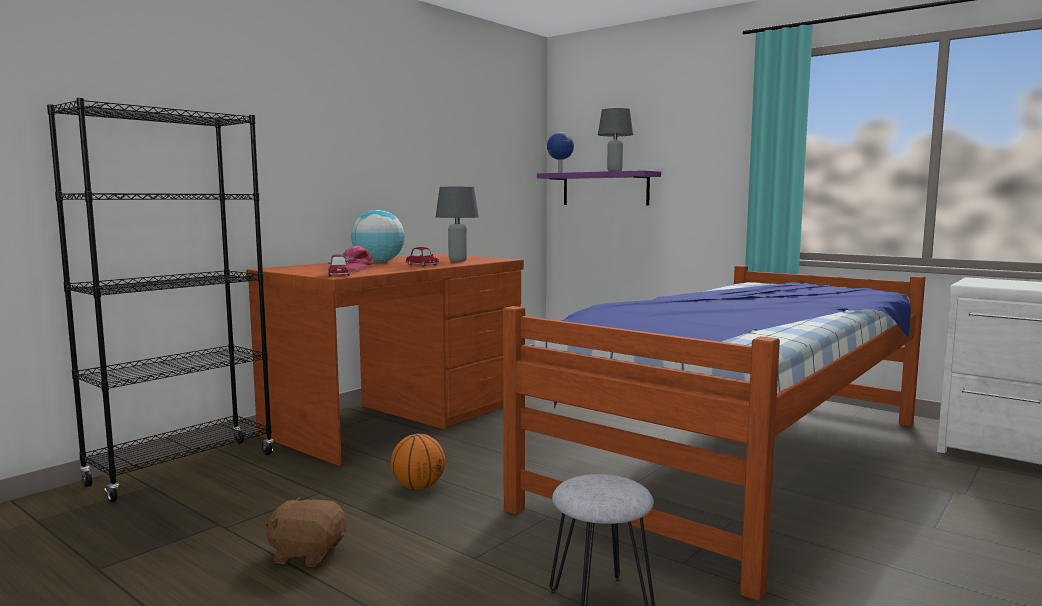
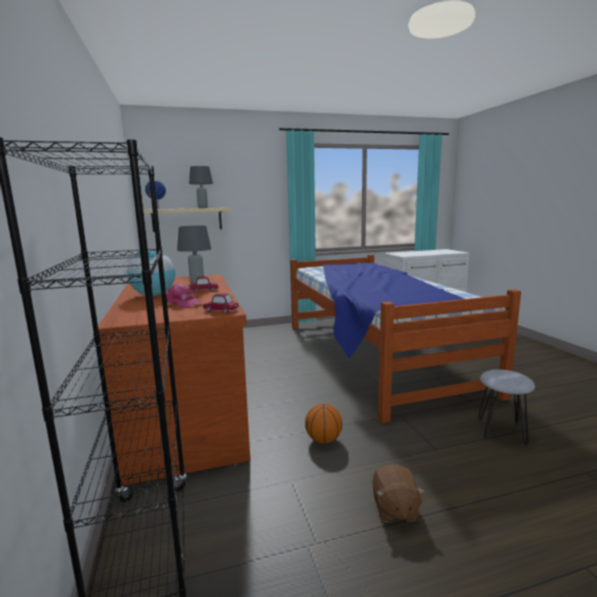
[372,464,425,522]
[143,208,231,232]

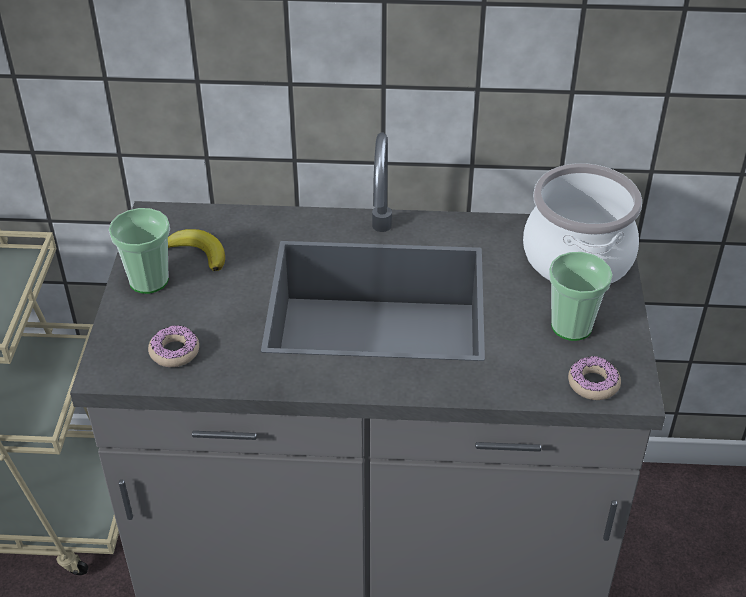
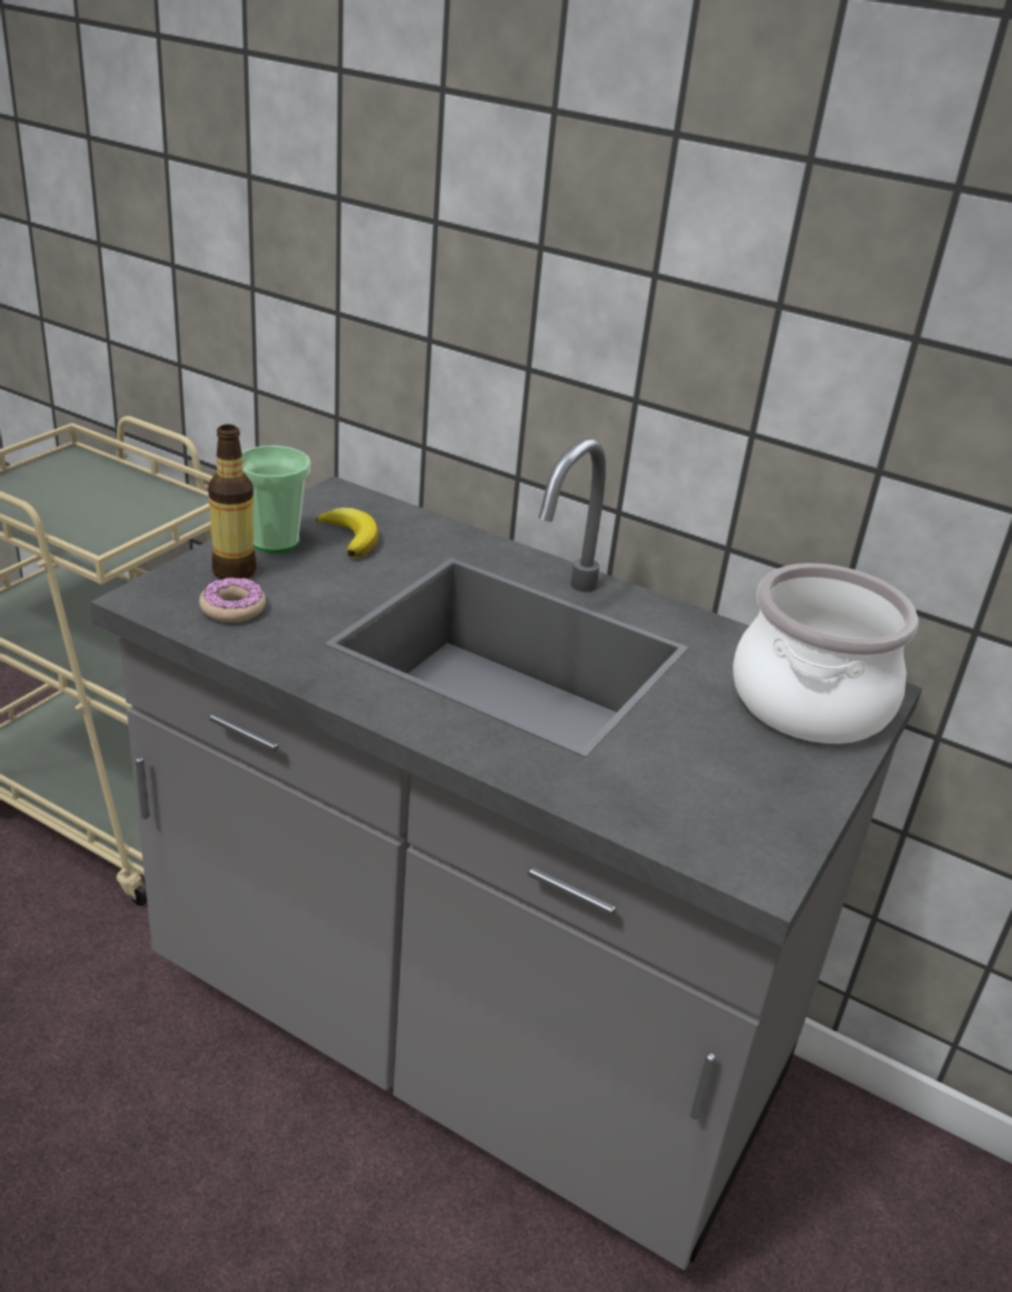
[549,252,613,341] (first image)
[568,356,621,400] (first image)
[208,424,256,580]

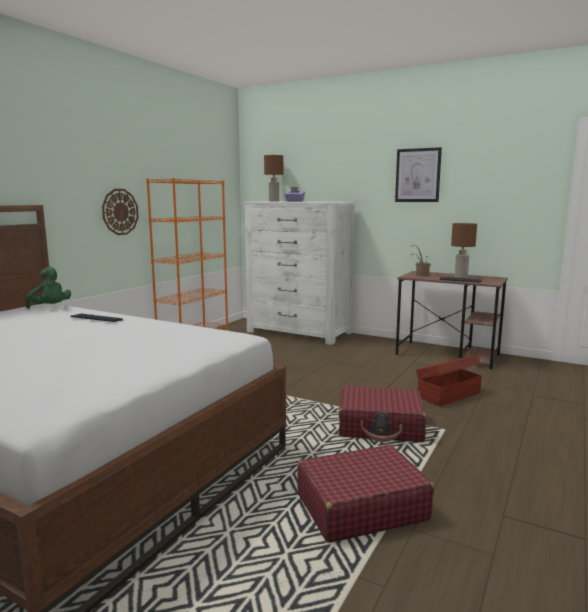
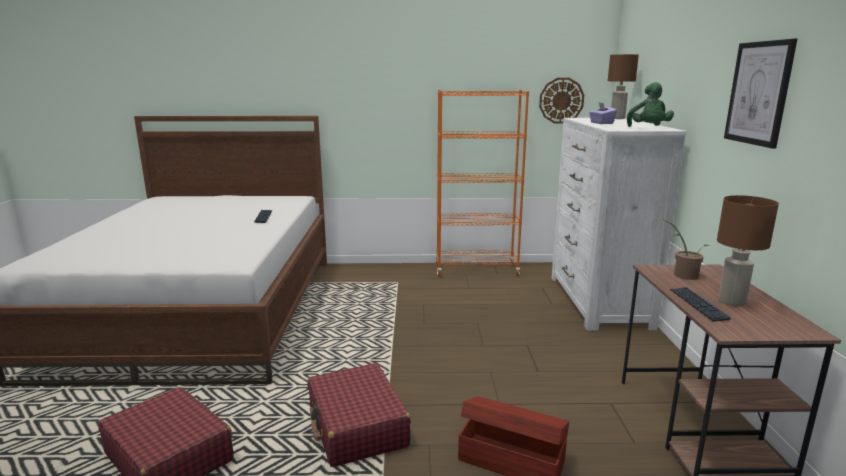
[627,82,674,127]
[539,78,584,124]

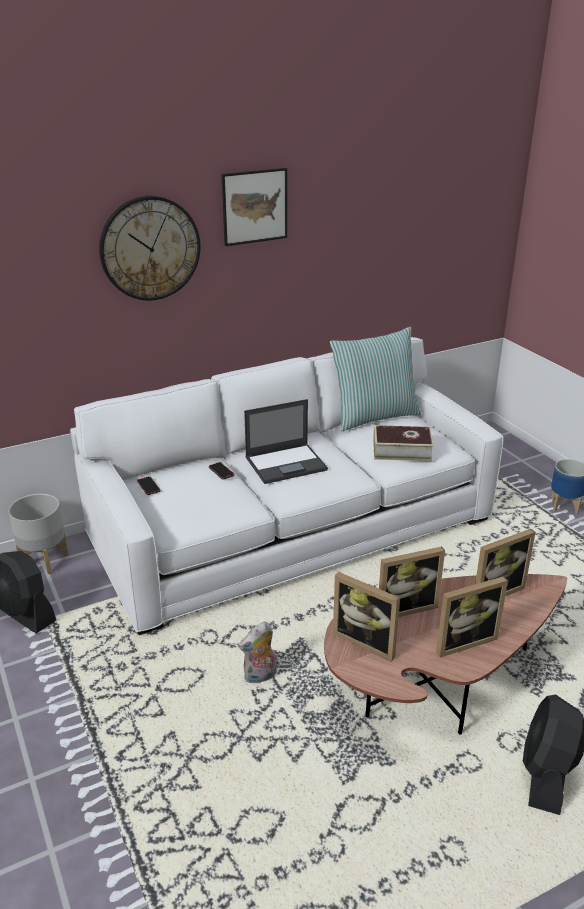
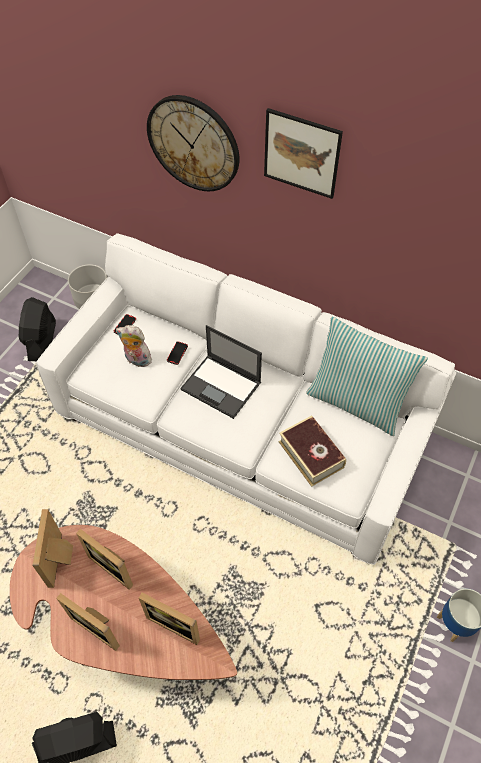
[116,325,152,369]

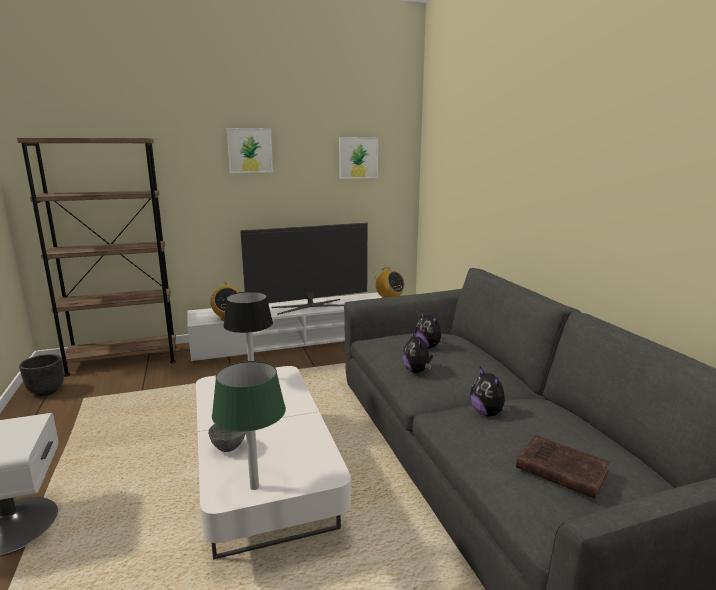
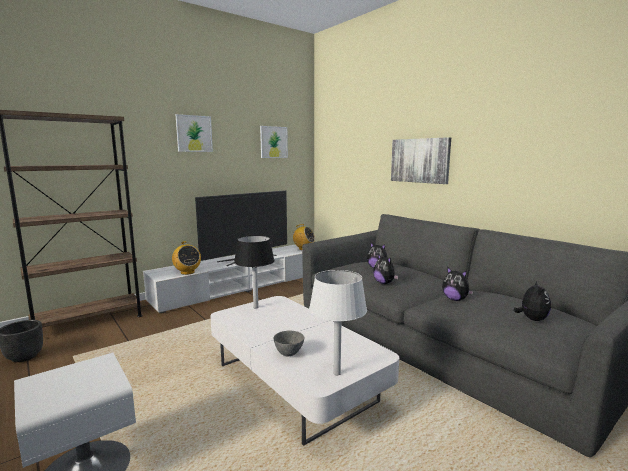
[309,270,367,376]
[514,281,551,321]
[391,137,451,184]

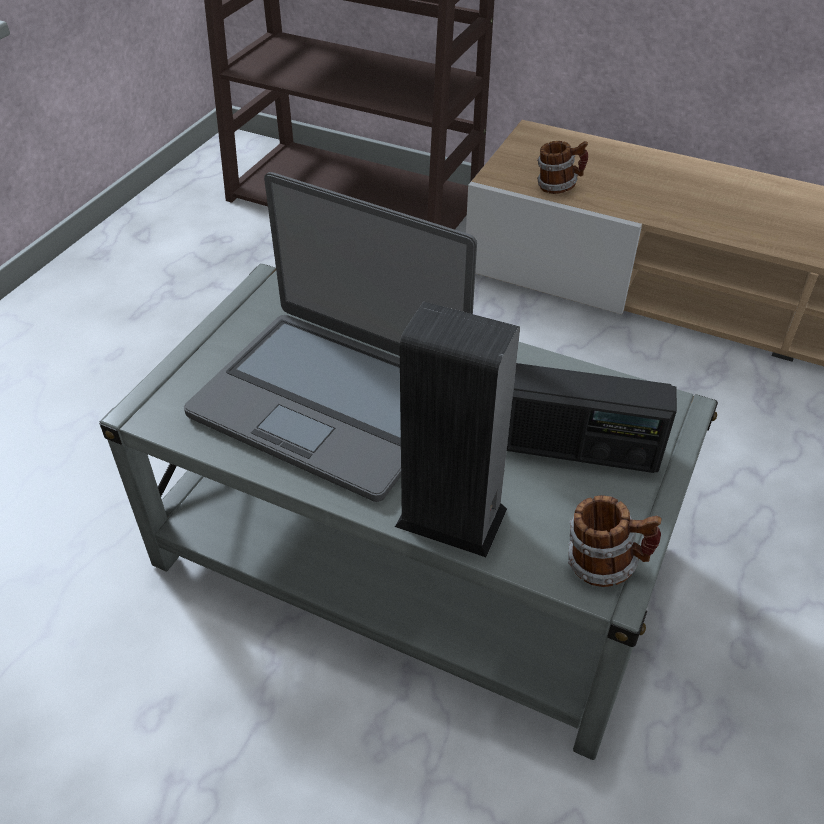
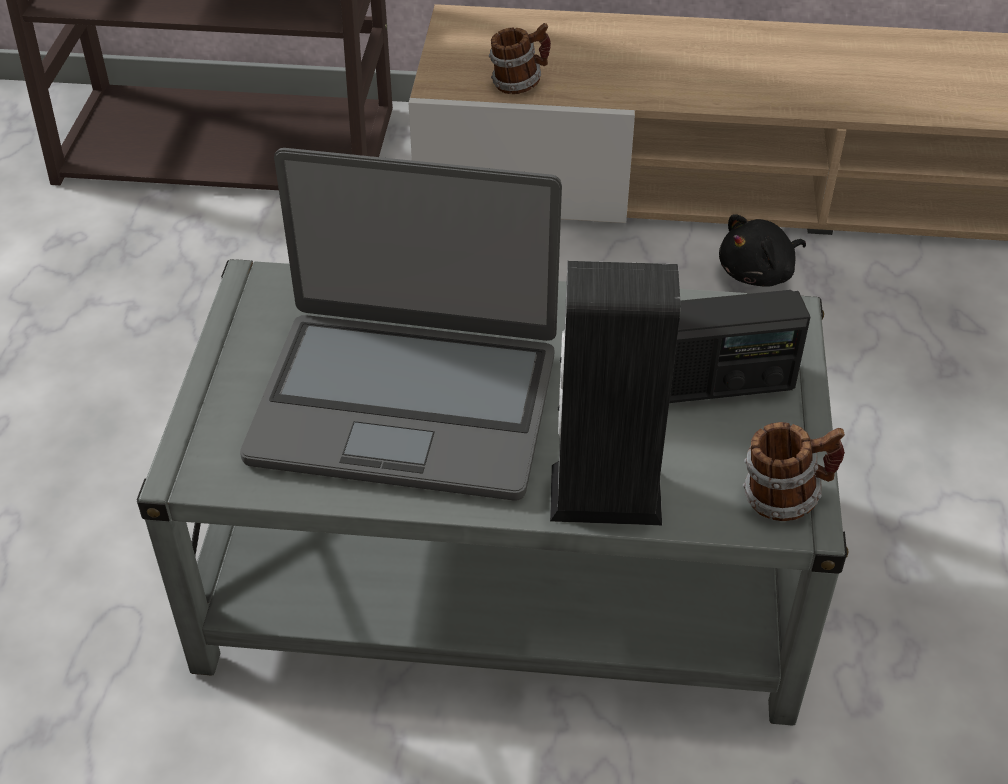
[719,214,806,287]

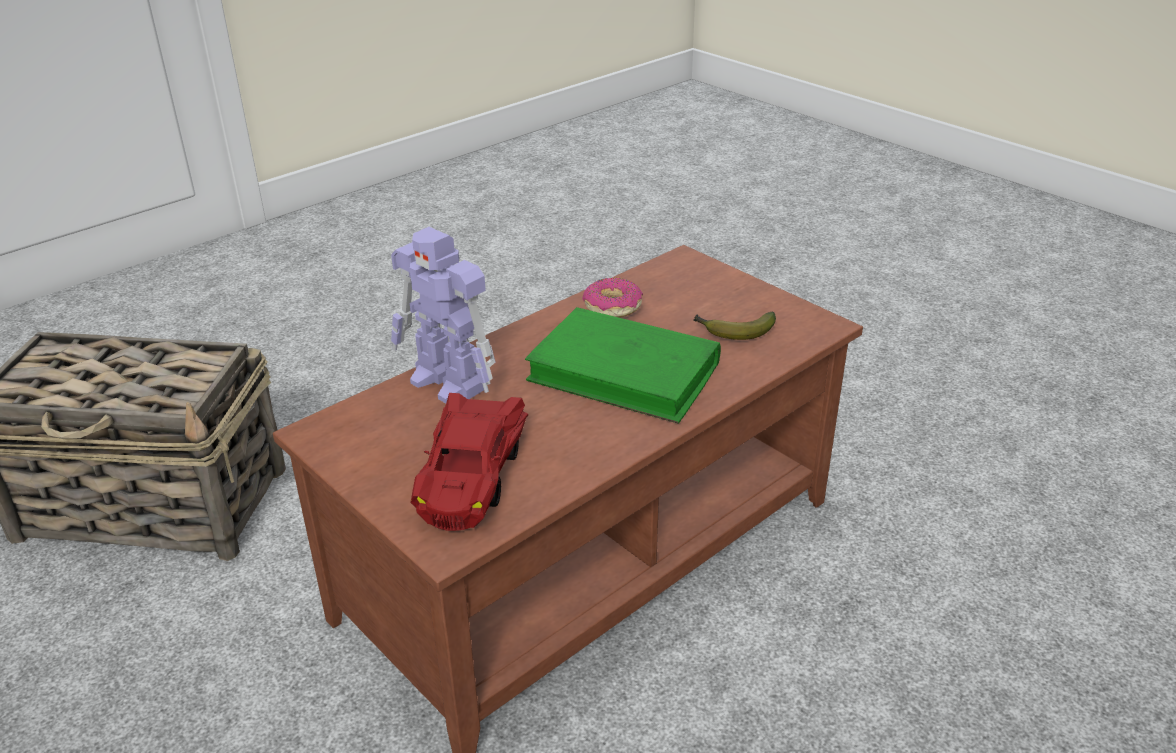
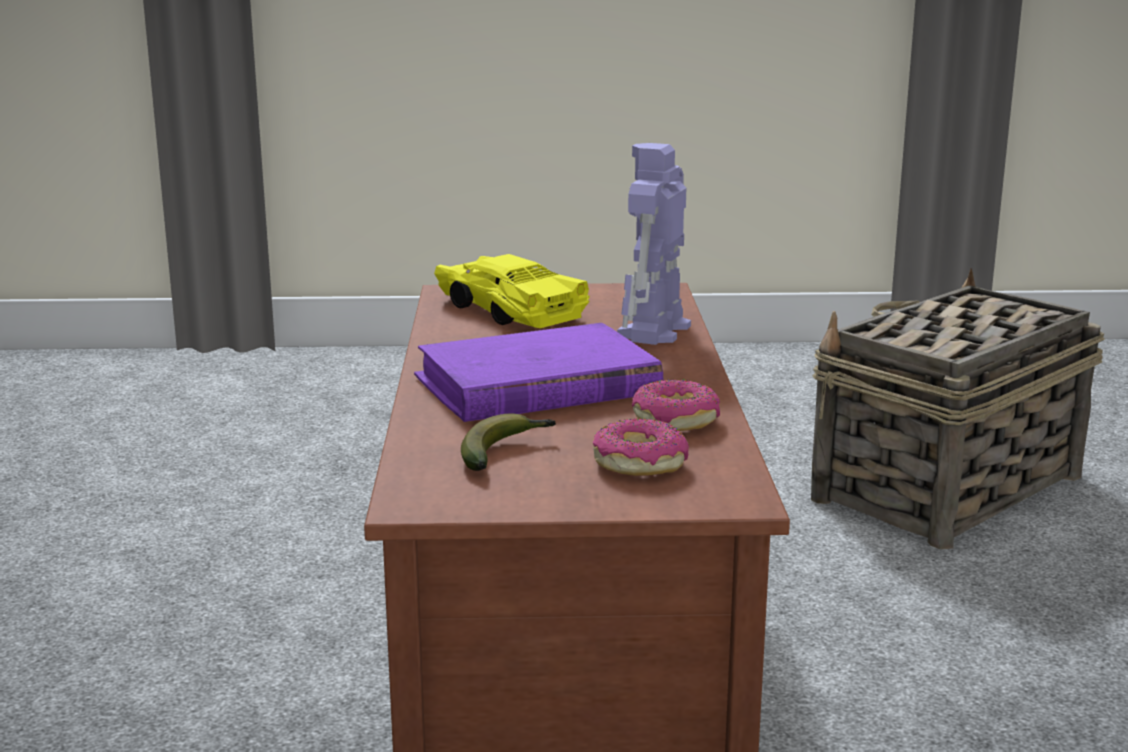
[617,143,691,345]
[434,254,589,328]
[414,323,663,422]
[593,419,689,476]

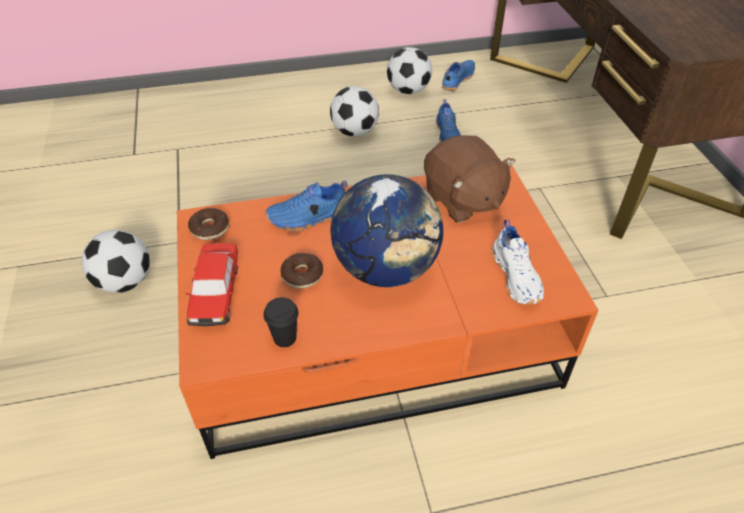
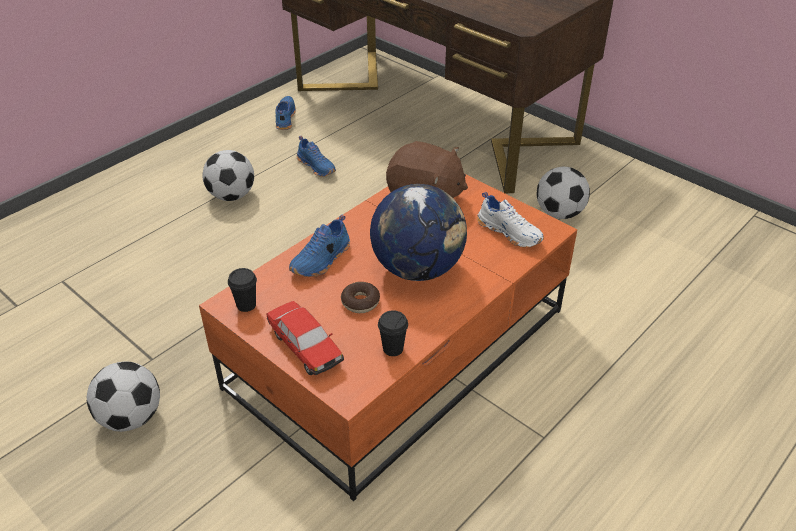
[228,268,257,312]
[537,167,590,219]

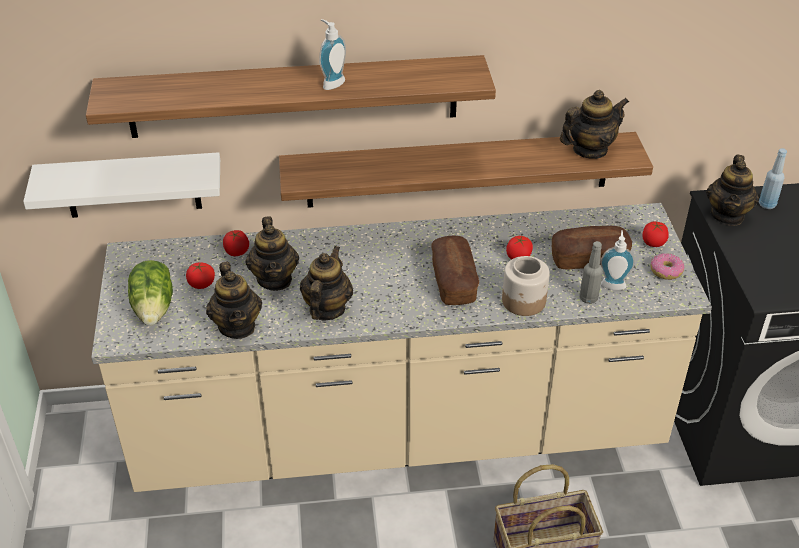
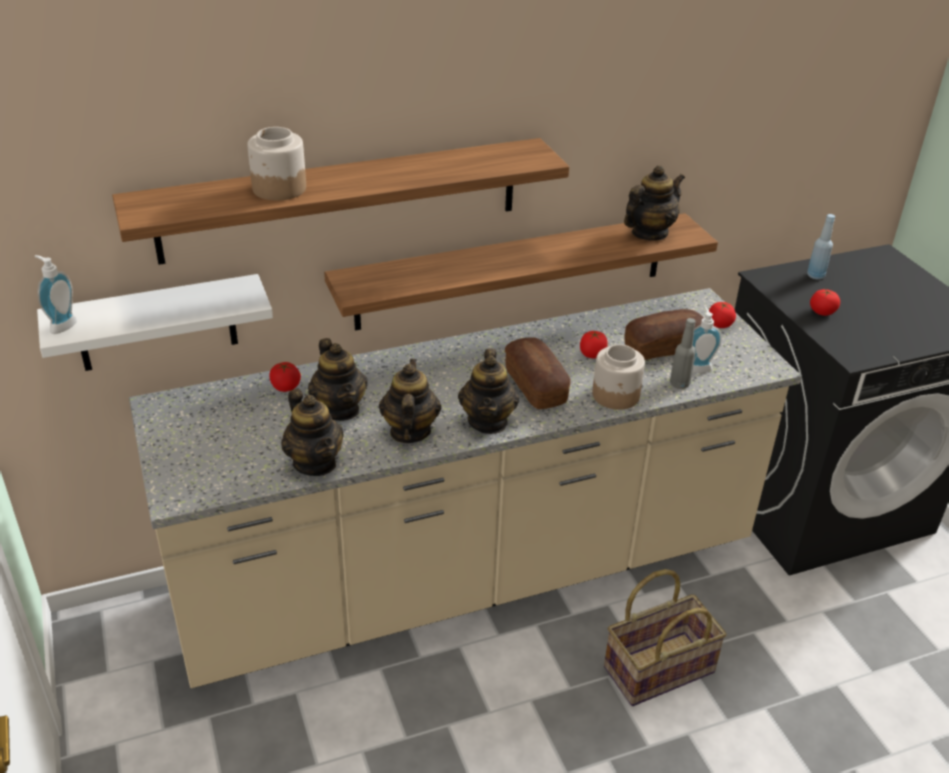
[128,260,173,325] (first image)
[810,289,840,316]
[35,255,77,334]
[650,253,684,280] (first image)
[458,349,519,434]
[247,127,306,201]

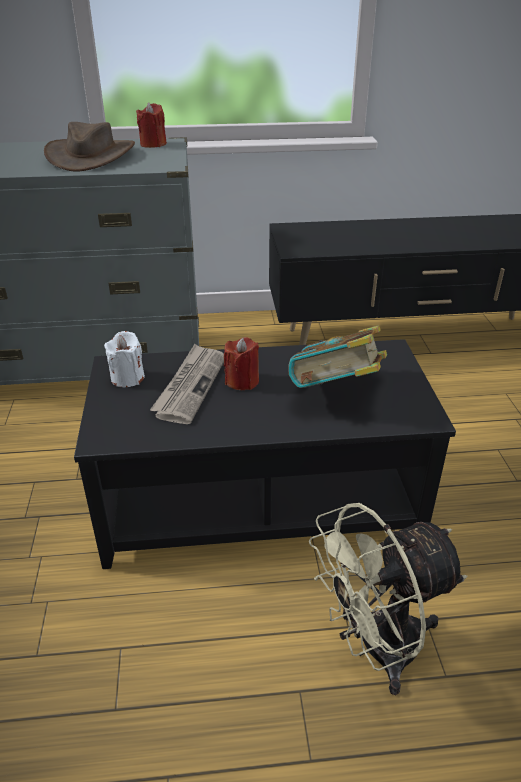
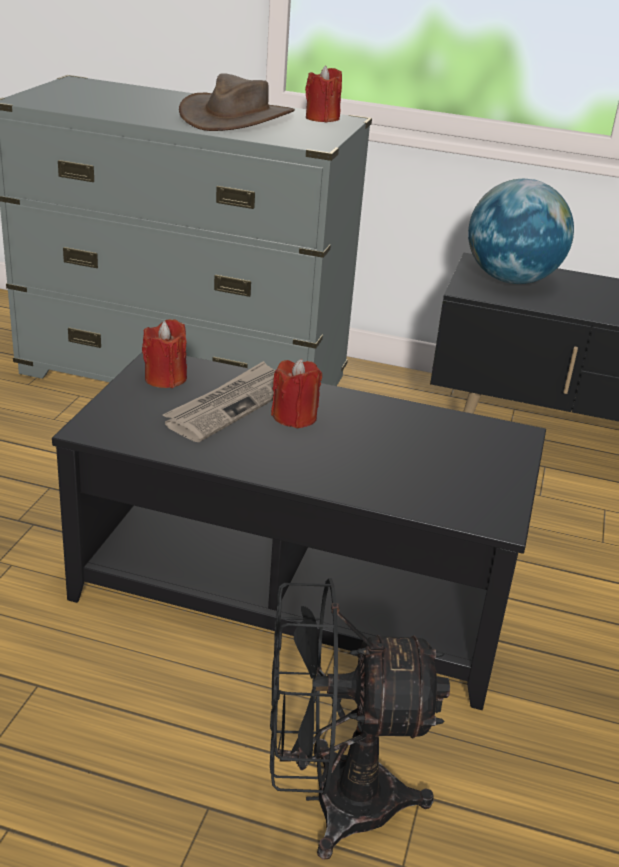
[142,319,187,388]
[288,325,387,388] (first image)
[270,578,450,860]
[468,179,574,284]

